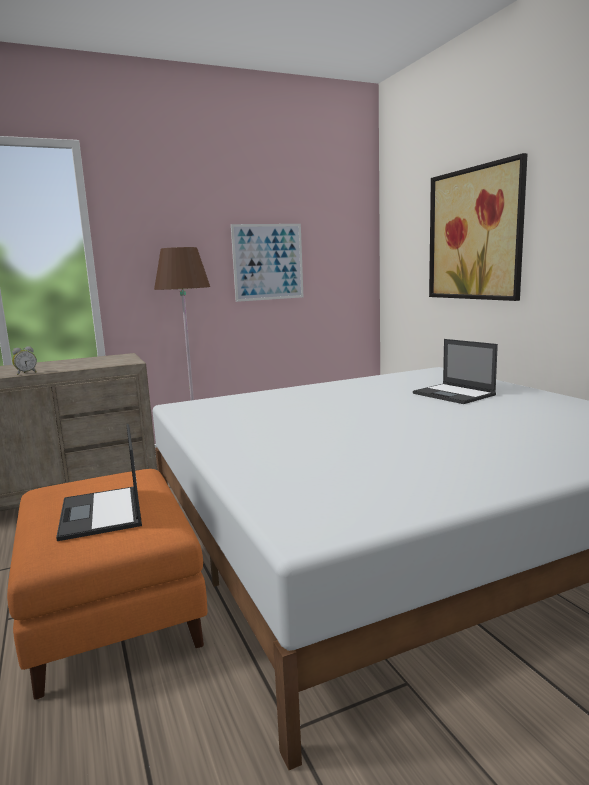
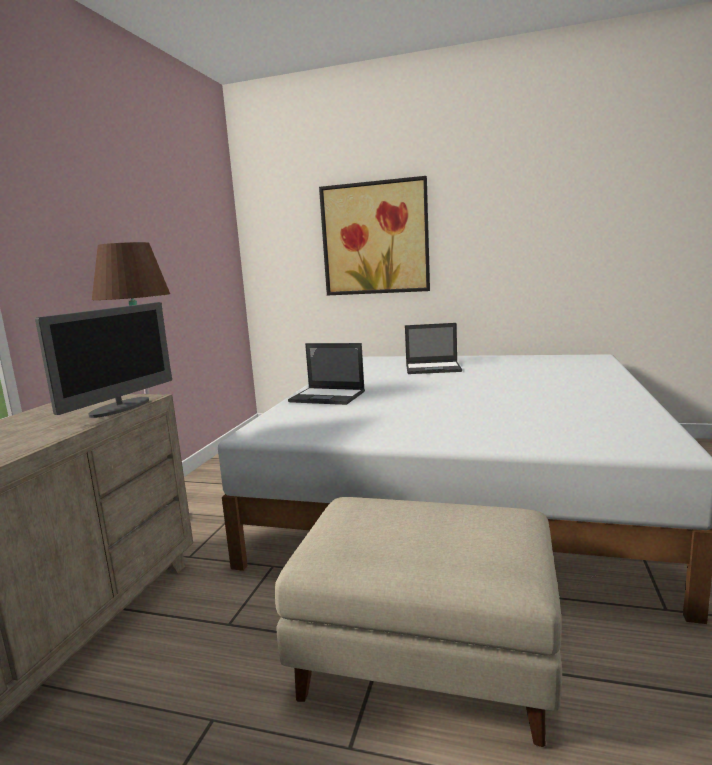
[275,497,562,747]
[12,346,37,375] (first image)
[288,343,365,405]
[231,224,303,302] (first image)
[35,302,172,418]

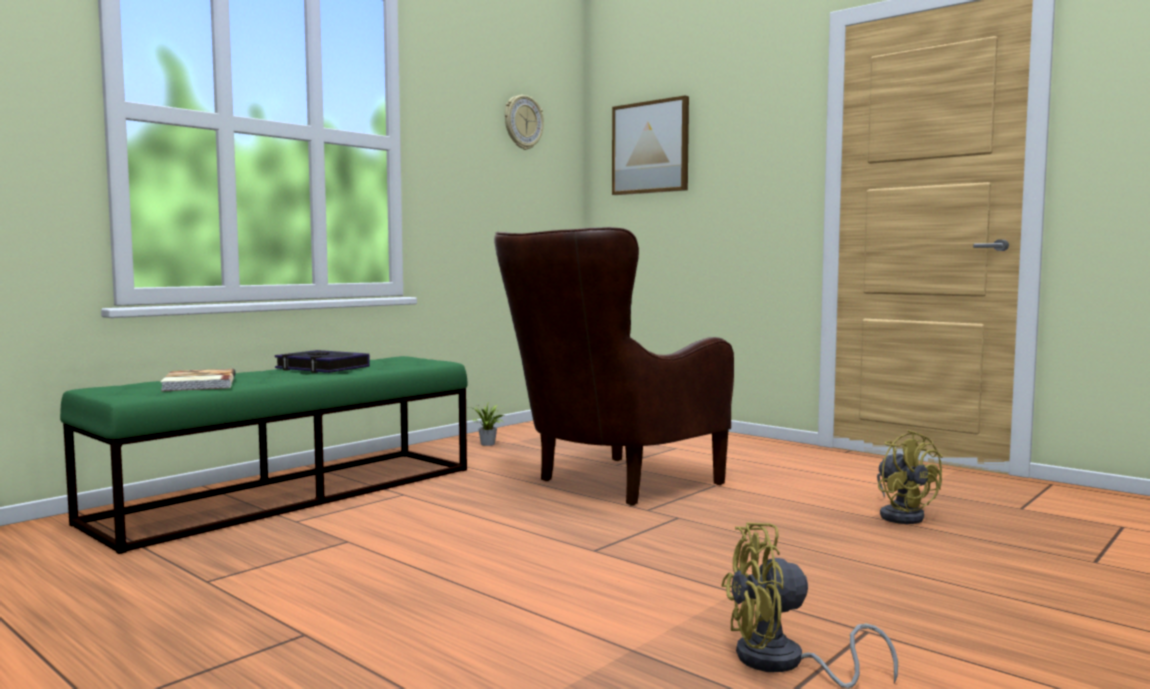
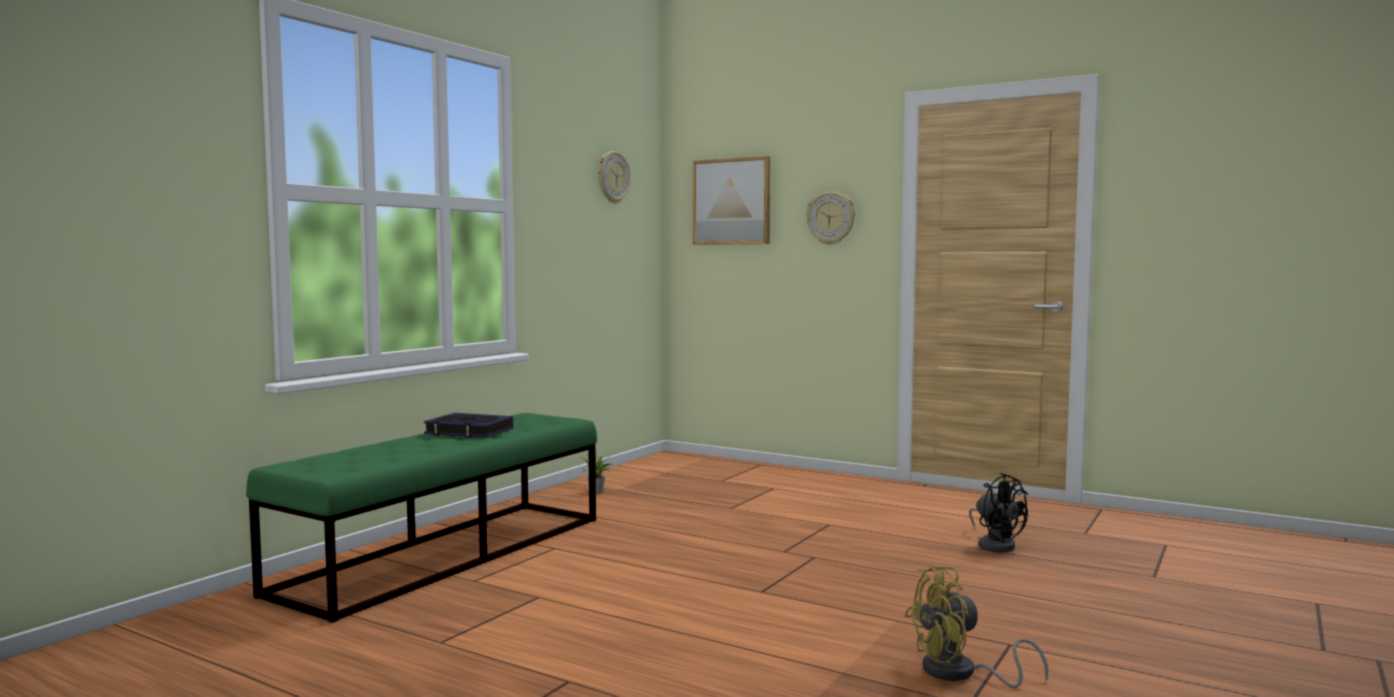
[161,368,236,391] (first image)
[494,227,734,506] (first image)
[969,473,1028,552]
[806,192,855,245]

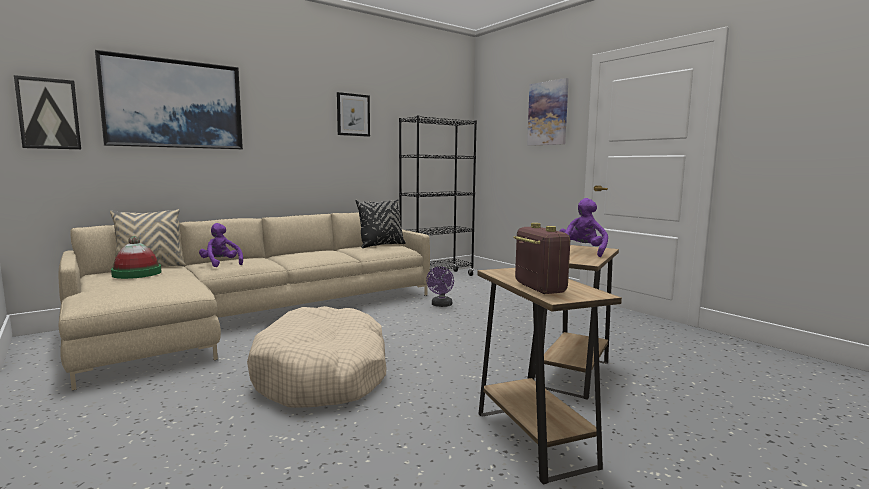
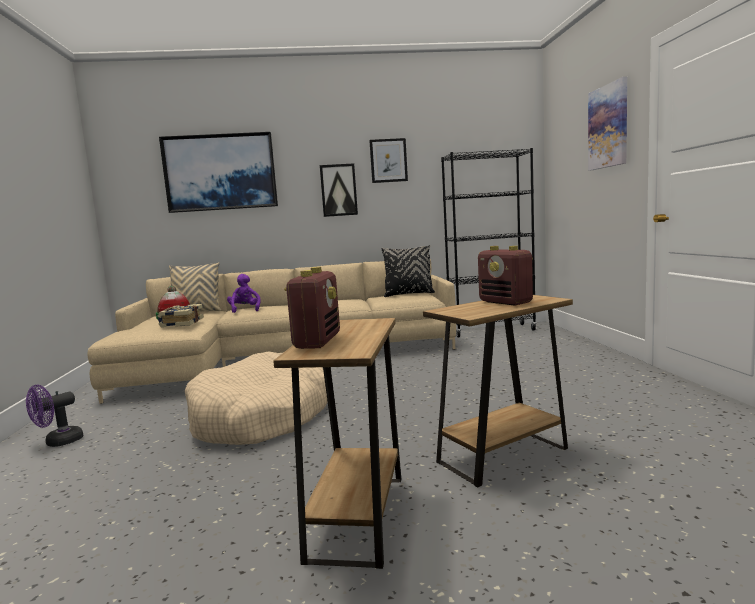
[320,163,358,217]
[26,385,83,447]
[478,246,533,306]
[157,304,204,328]

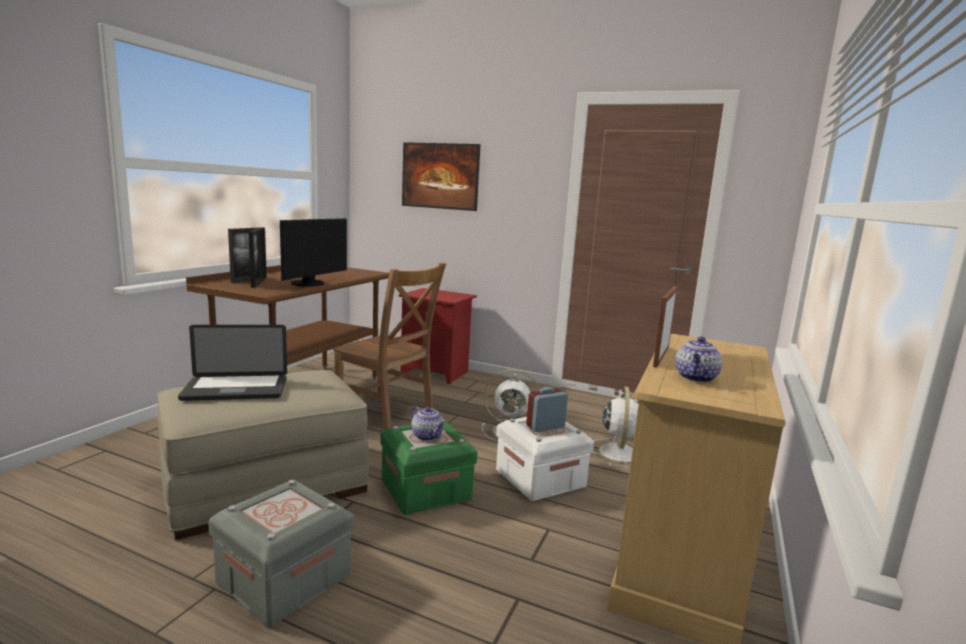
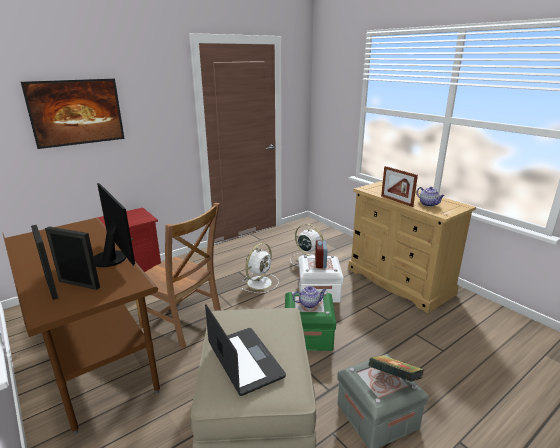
[205,304,286,396]
[136,203,221,349]
[369,355,424,382]

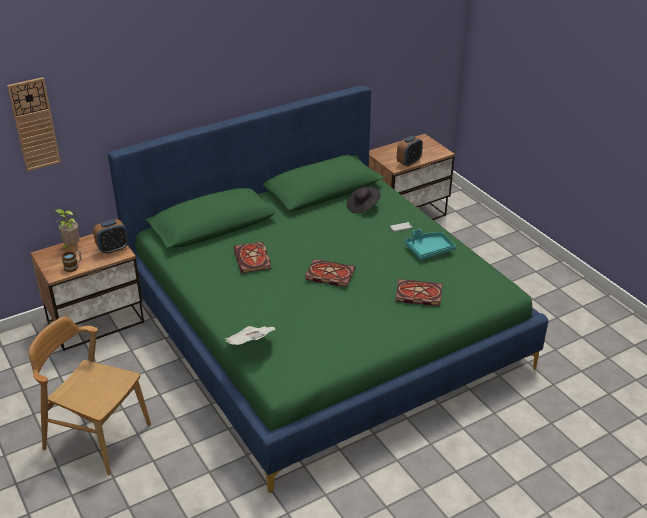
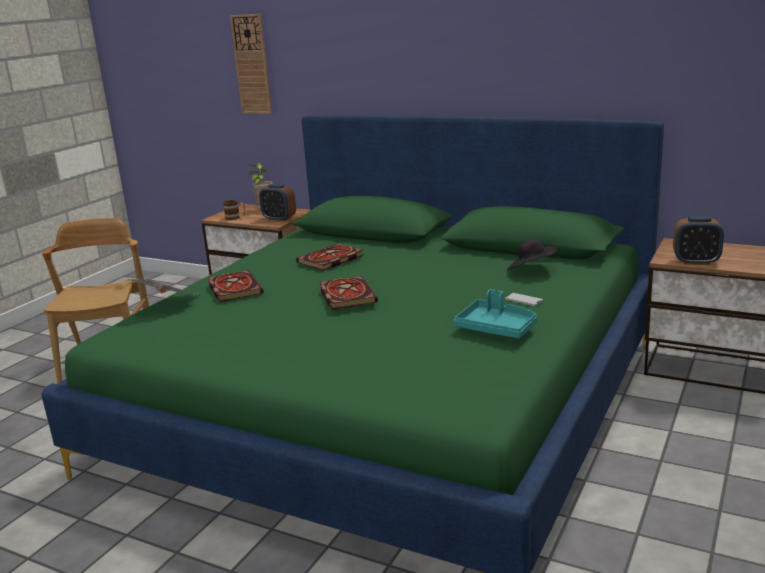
[208,270,264,302]

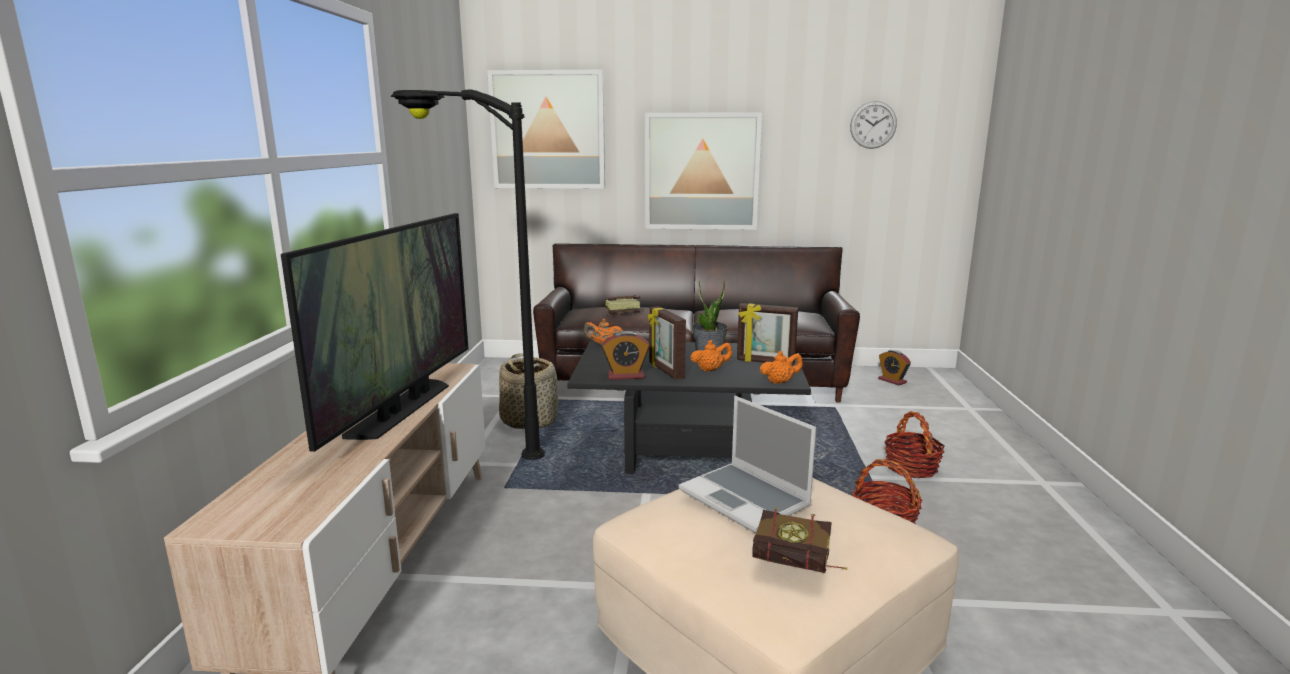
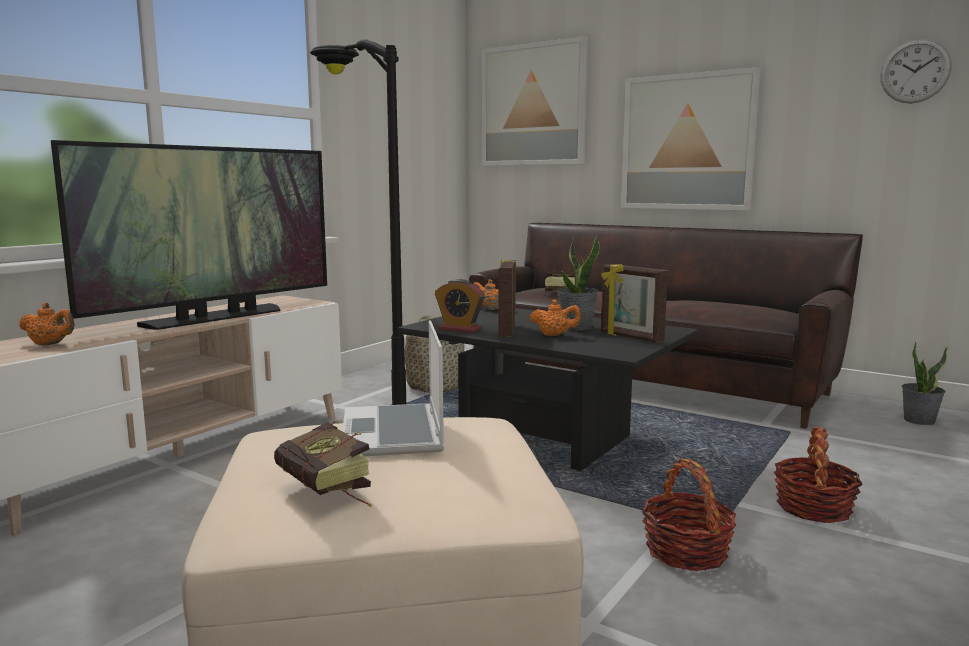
[19,302,75,345]
[902,341,948,425]

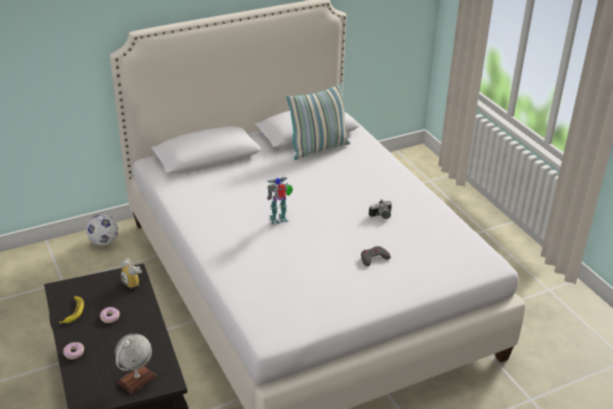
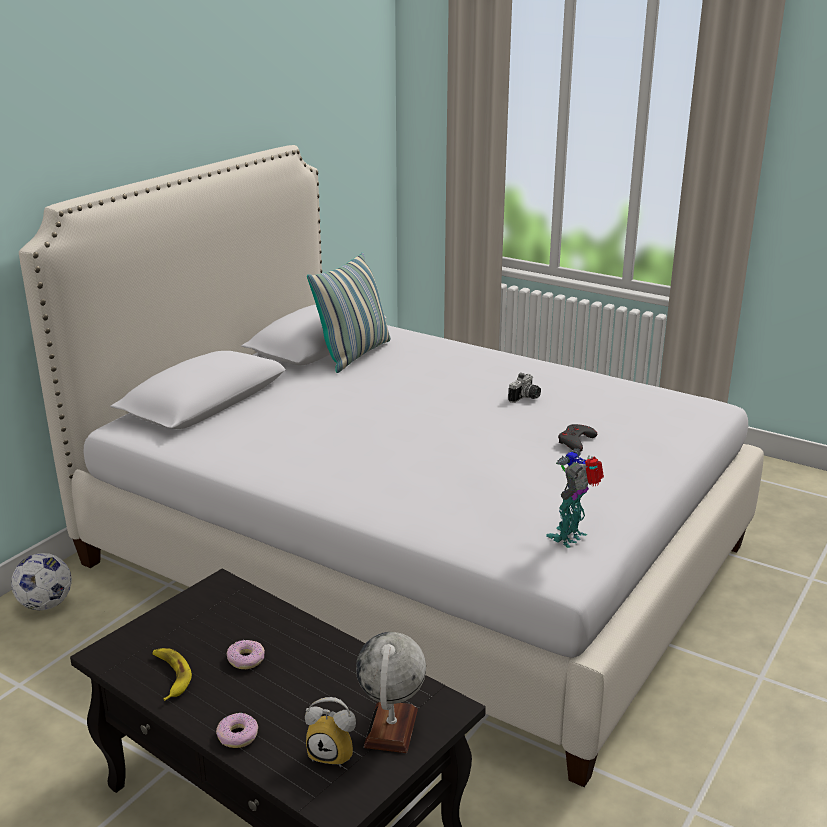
[305,697,356,767]
[546,448,604,548]

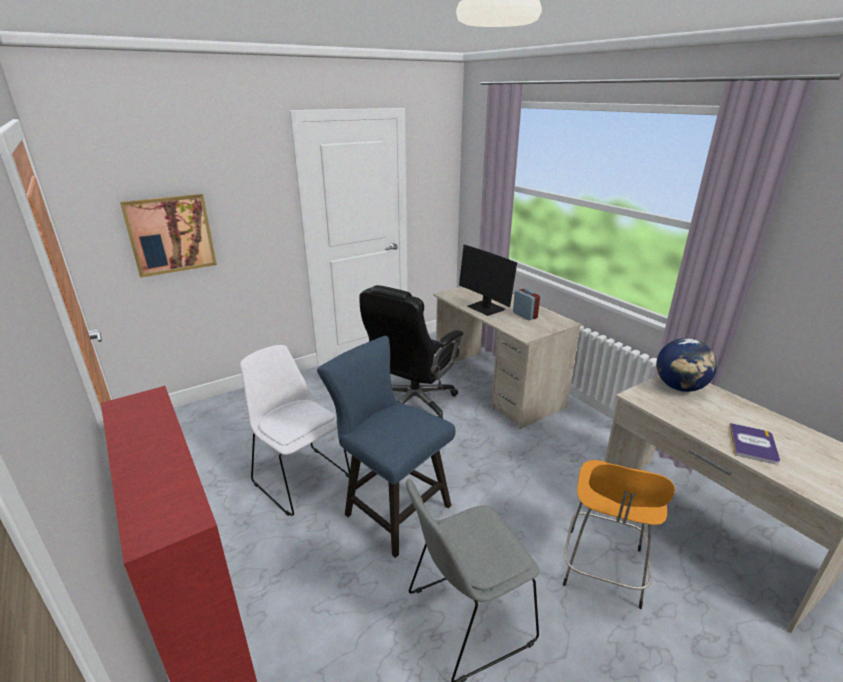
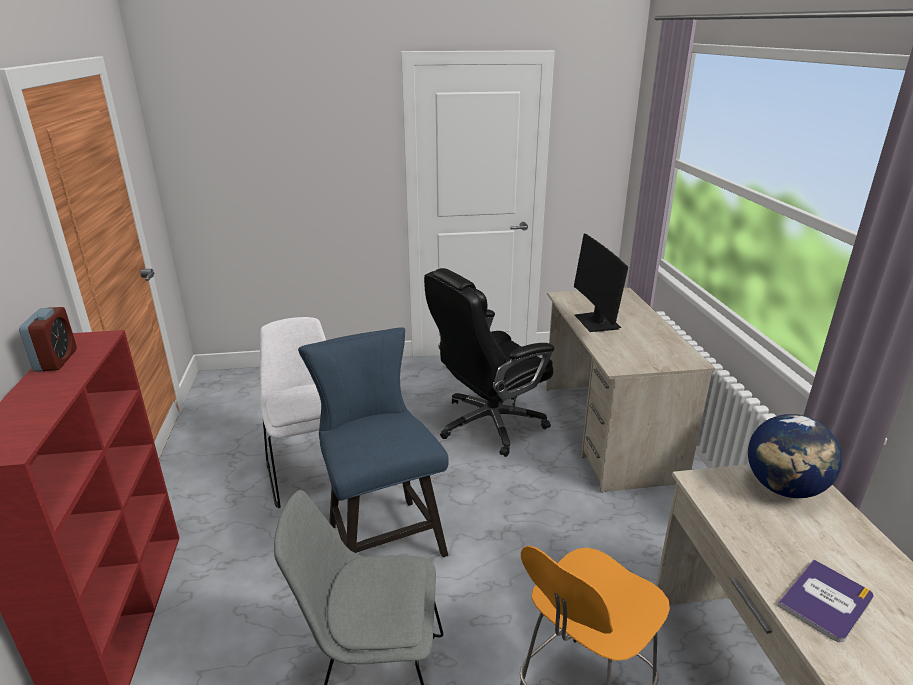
[120,194,217,278] (first image)
[19,307,77,372]

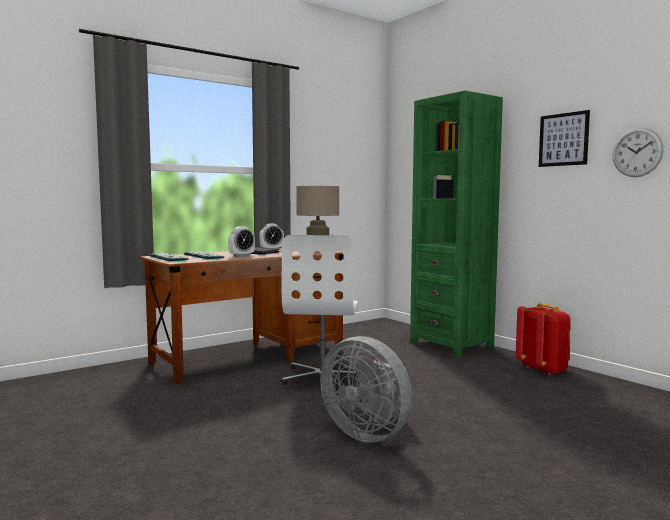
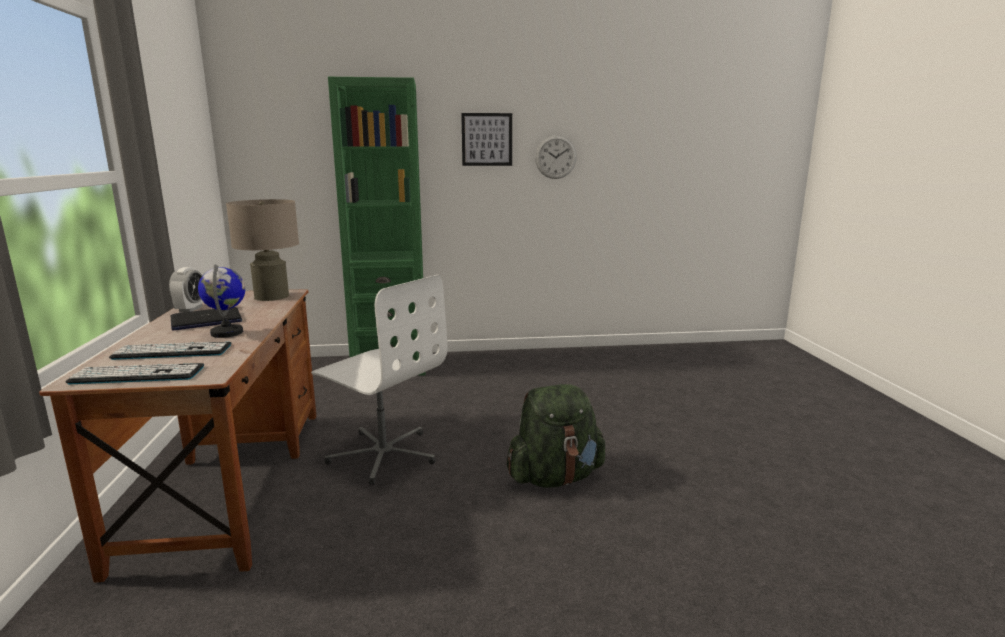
[198,264,245,338]
[507,384,605,488]
[516,303,571,375] (first image)

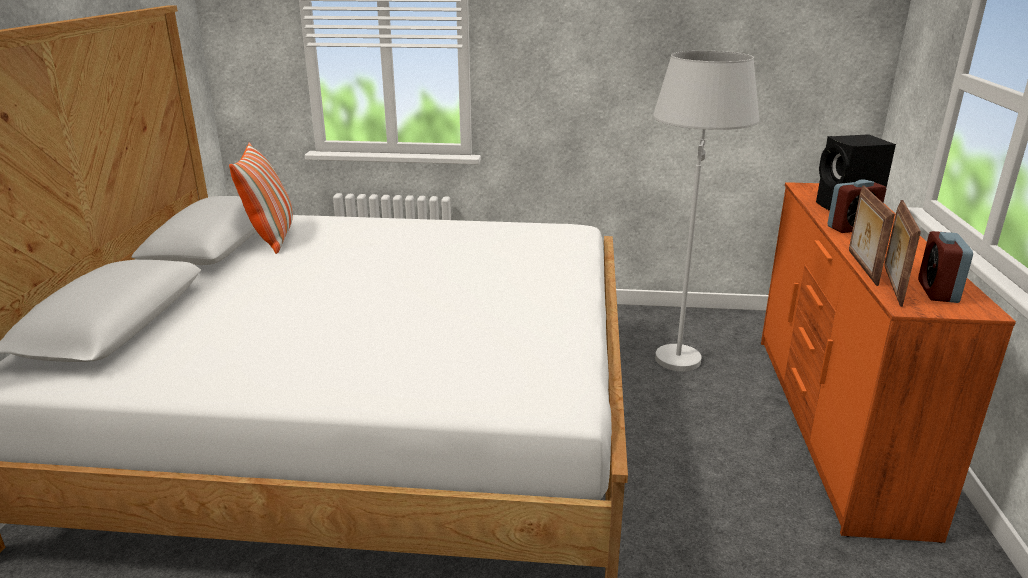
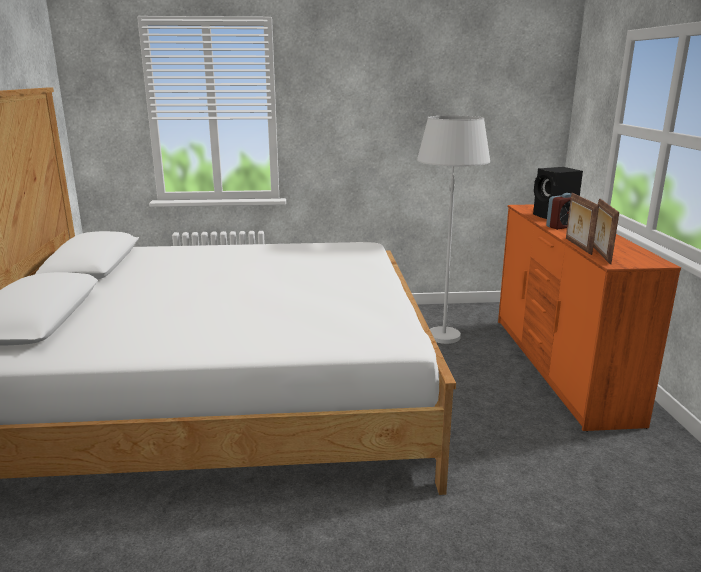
[229,142,293,254] (first image)
[918,231,973,303] (first image)

